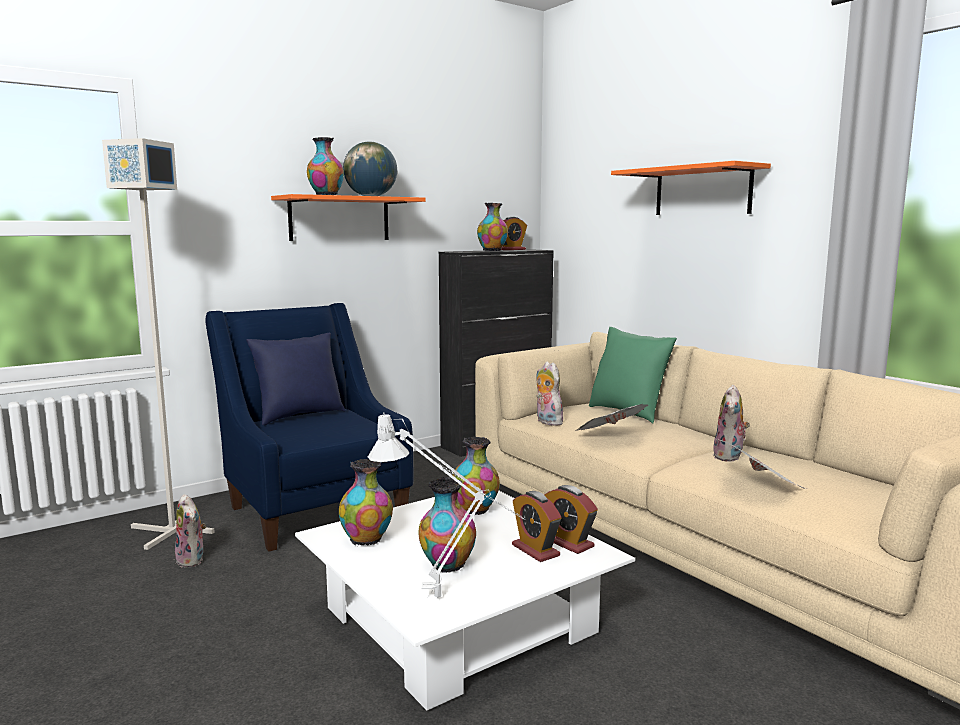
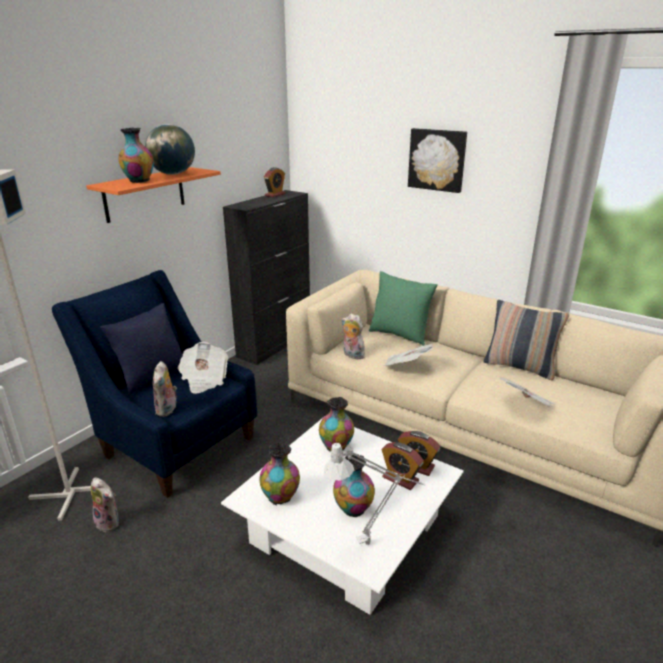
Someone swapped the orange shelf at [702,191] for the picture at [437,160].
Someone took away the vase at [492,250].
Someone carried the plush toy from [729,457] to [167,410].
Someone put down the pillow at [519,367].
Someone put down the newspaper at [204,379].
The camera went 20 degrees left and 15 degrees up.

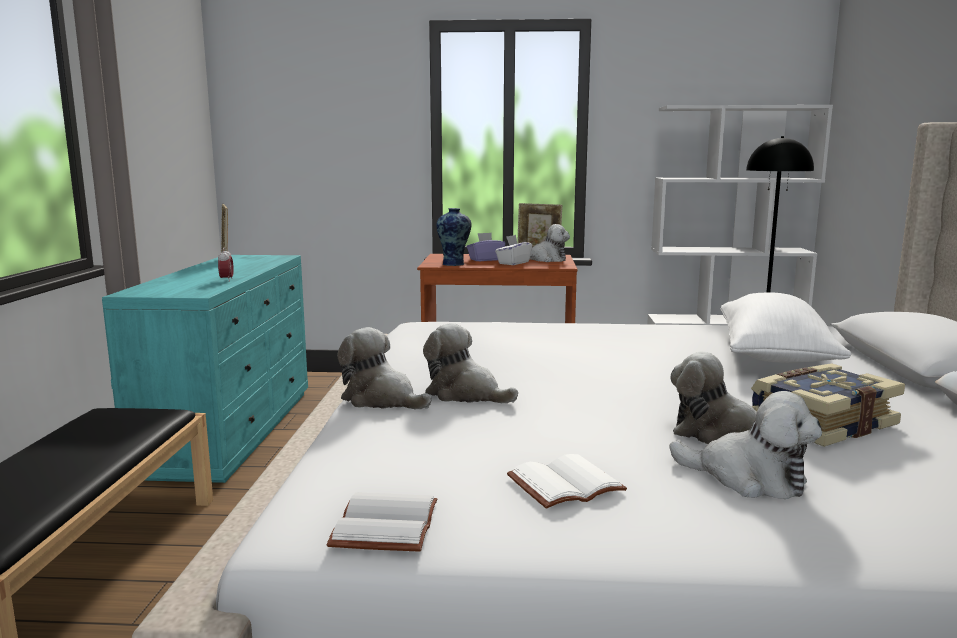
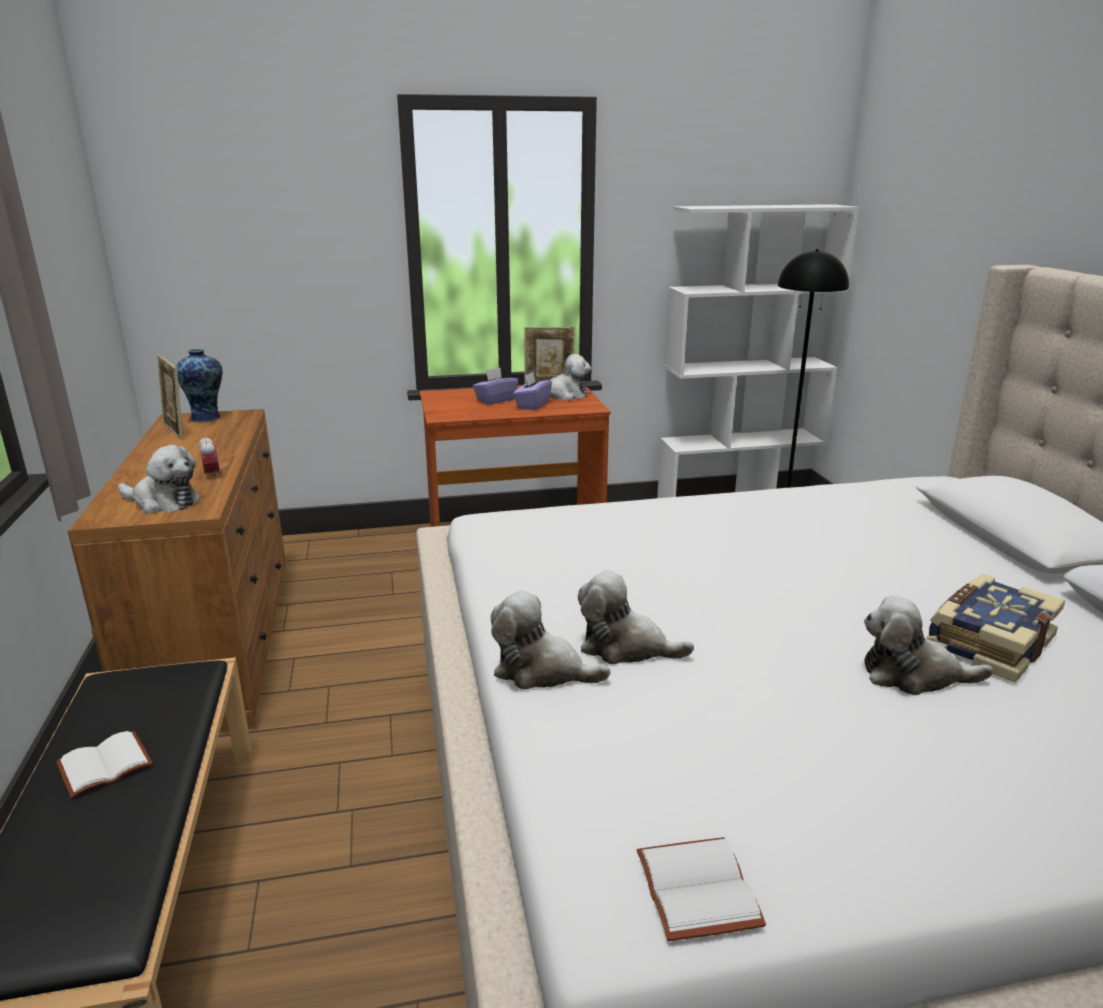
Someone carried the vase from [454,264] to [207,418].
Someone repainted the white tissue box at [513,263], which became the purple tissue box at [532,405].
Someone repainted the turquoise dresser at [231,430], which became the brown dresser at [219,641].
Someone took away the white pillow at [774,355].
Someone carried the plush toy from [748,478] to [163,502].
Someone carried the white book from [565,483] to [106,764].
The camera went 15 degrees left and 10 degrees up.

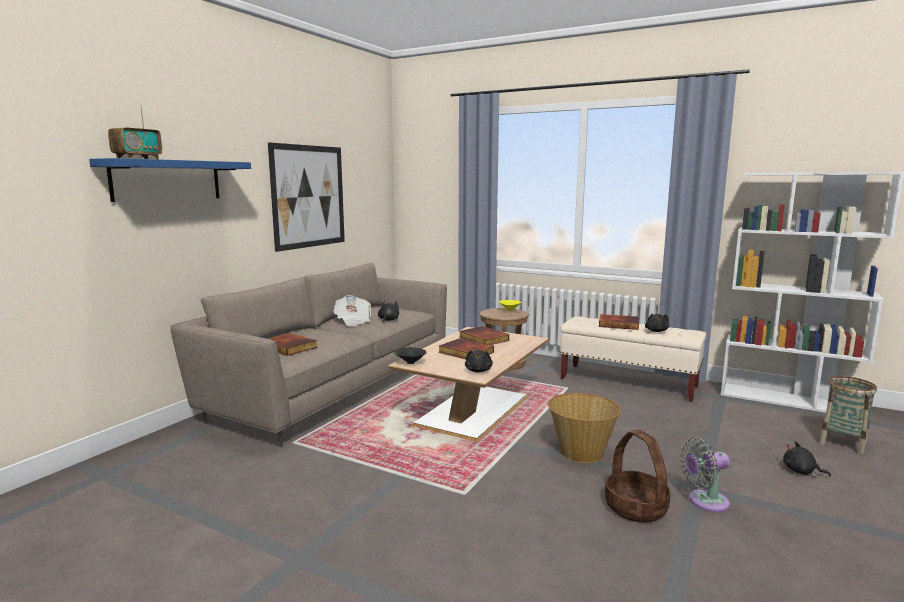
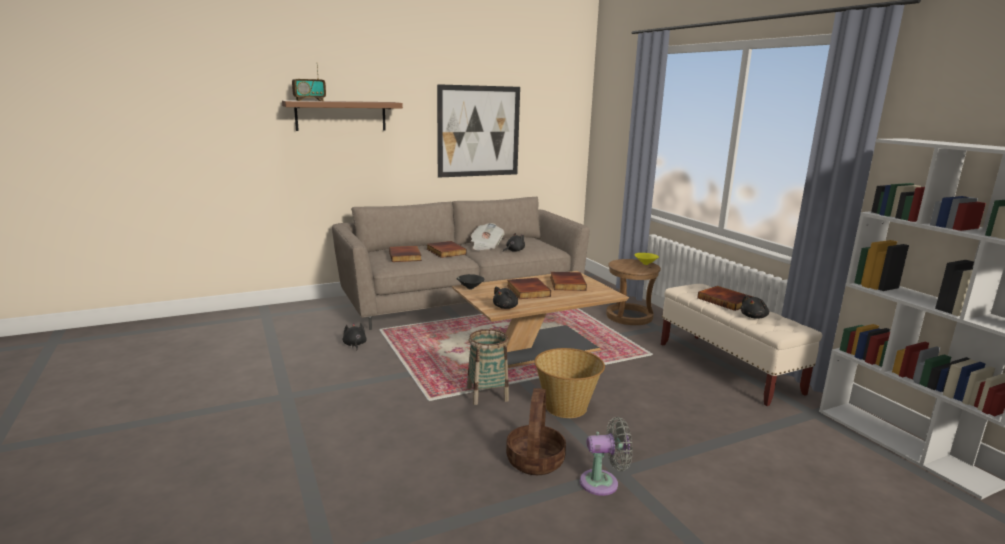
Someone repainted the blue shelf at [167,180], which became the brown shelf at [341,116].
Someone carried the basket from [843,443] to [487,394].
Someone rotated the grey fan at [704,502] by 150 degrees clockwise.
Someone carried the black plush toy from [801,471] to [354,345].
Someone put down the book at [445,251].
The camera went 35 degrees right and 5 degrees up.

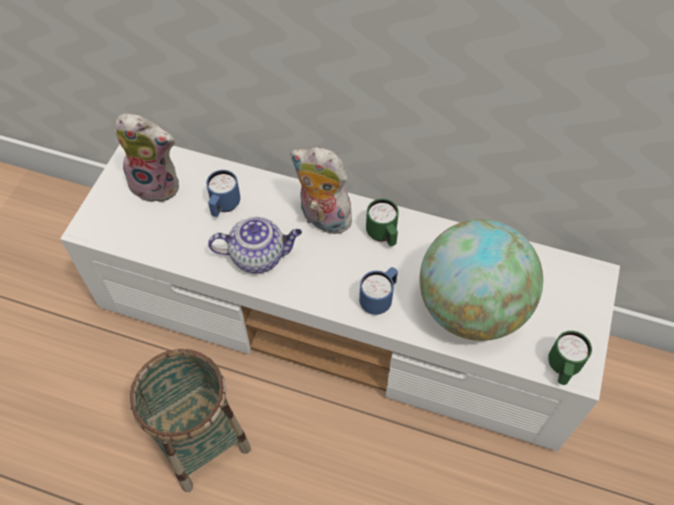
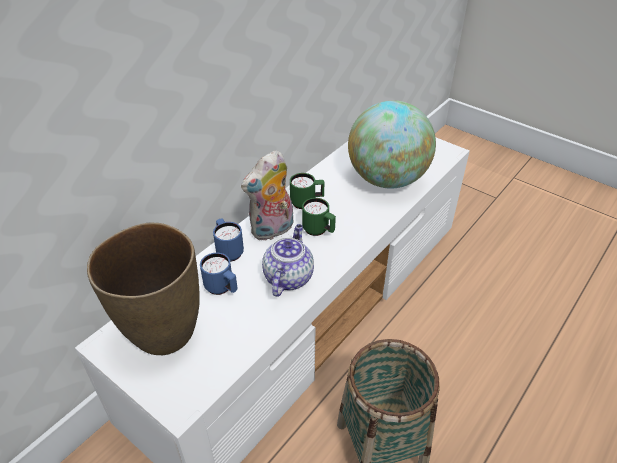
Someone swapped the plush toy at [158,184] for the brown vase at [163,333].
Someone carried the blue mug from [379,299] to [228,251].
Someone carried the green mug from [562,368] to [319,231].
The camera went 70 degrees left and 15 degrees down.

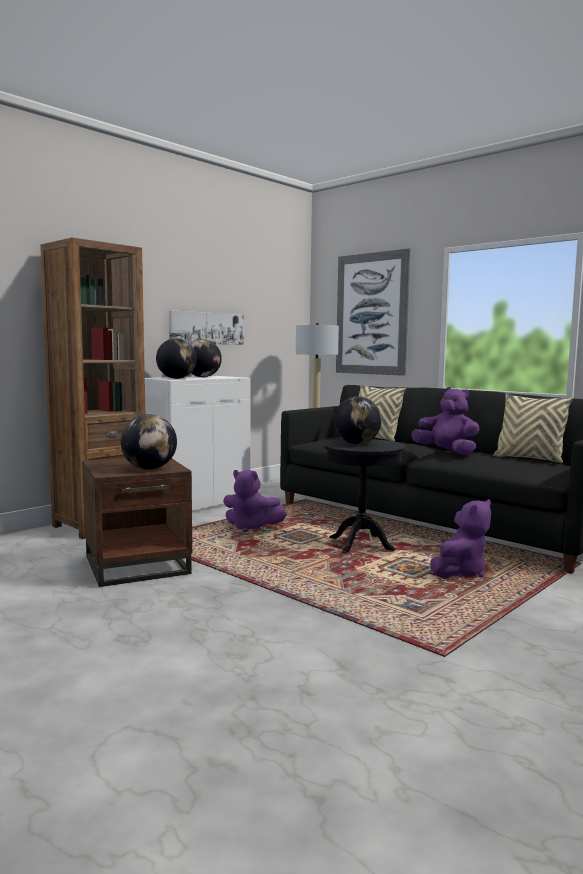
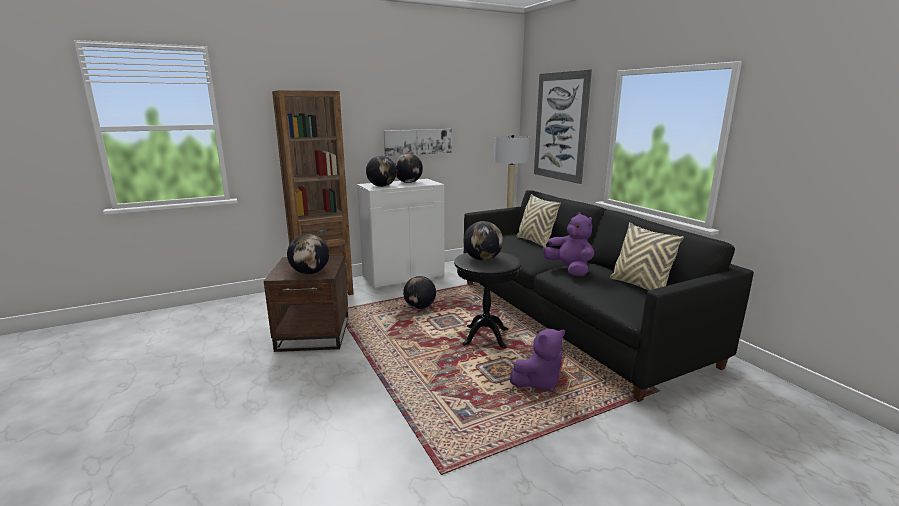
Someone swapped the purple plush toy at [251,528] for the globe at [420,307].
The camera went 20 degrees right and 10 degrees up.

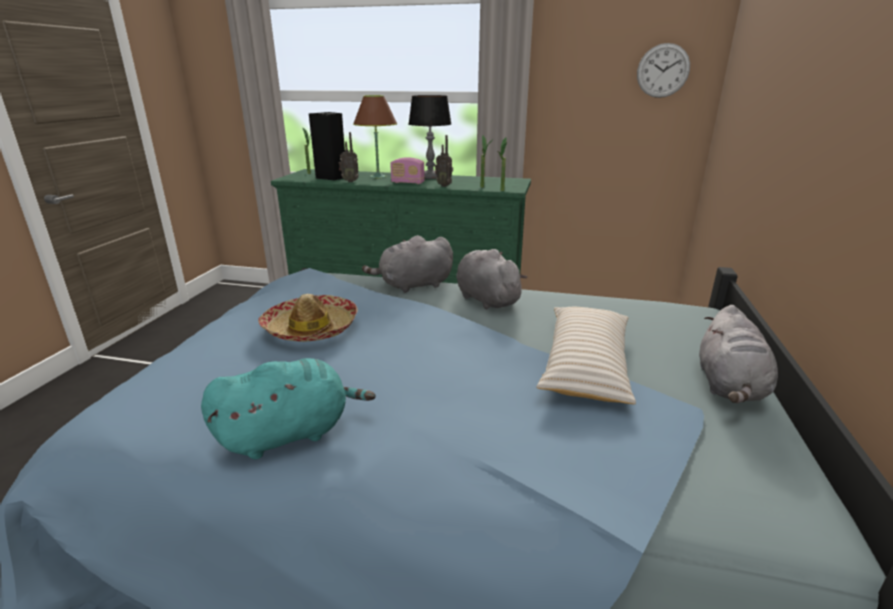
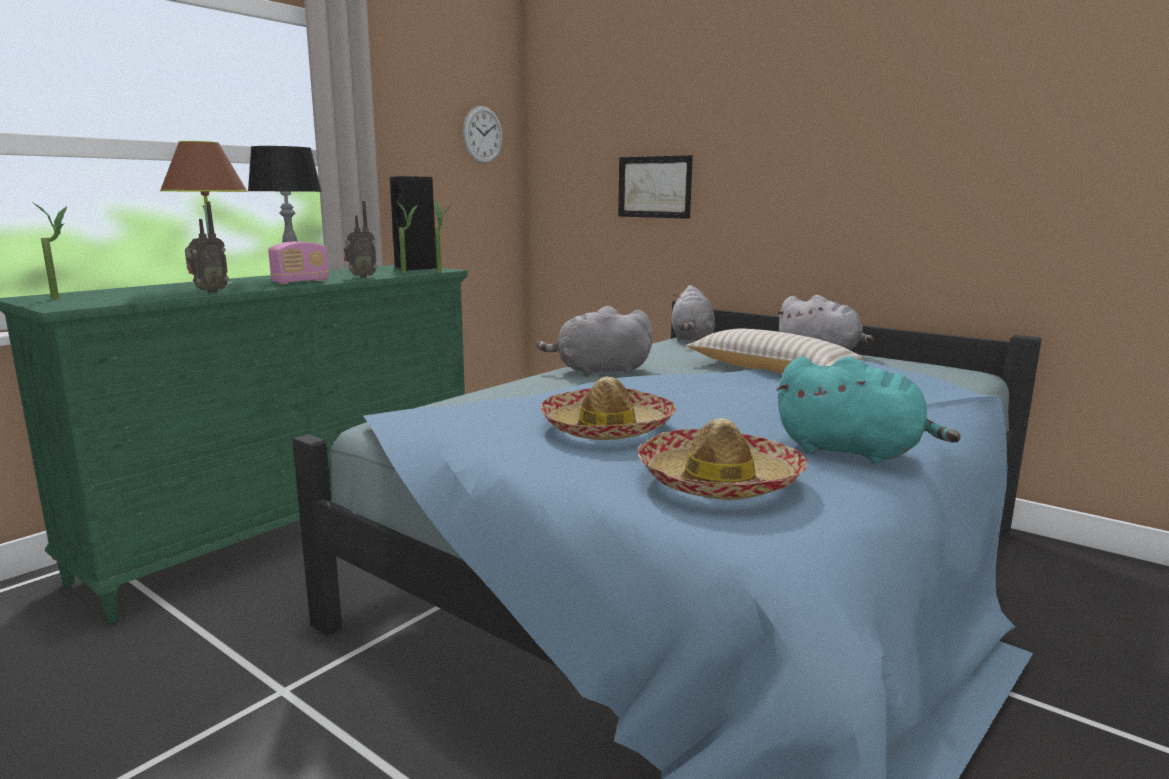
Someone carried the black speaker from [332,177] to [416,268].
Someone carried the grey plush toy from [413,285] to [692,338].
Someone rotated the turquoise plush toy at [290,433] by 120 degrees clockwise.
Someone put up the picture at [654,187].
Someone put down the hat at [719,481].
The camera went 65 degrees left and 10 degrees down.

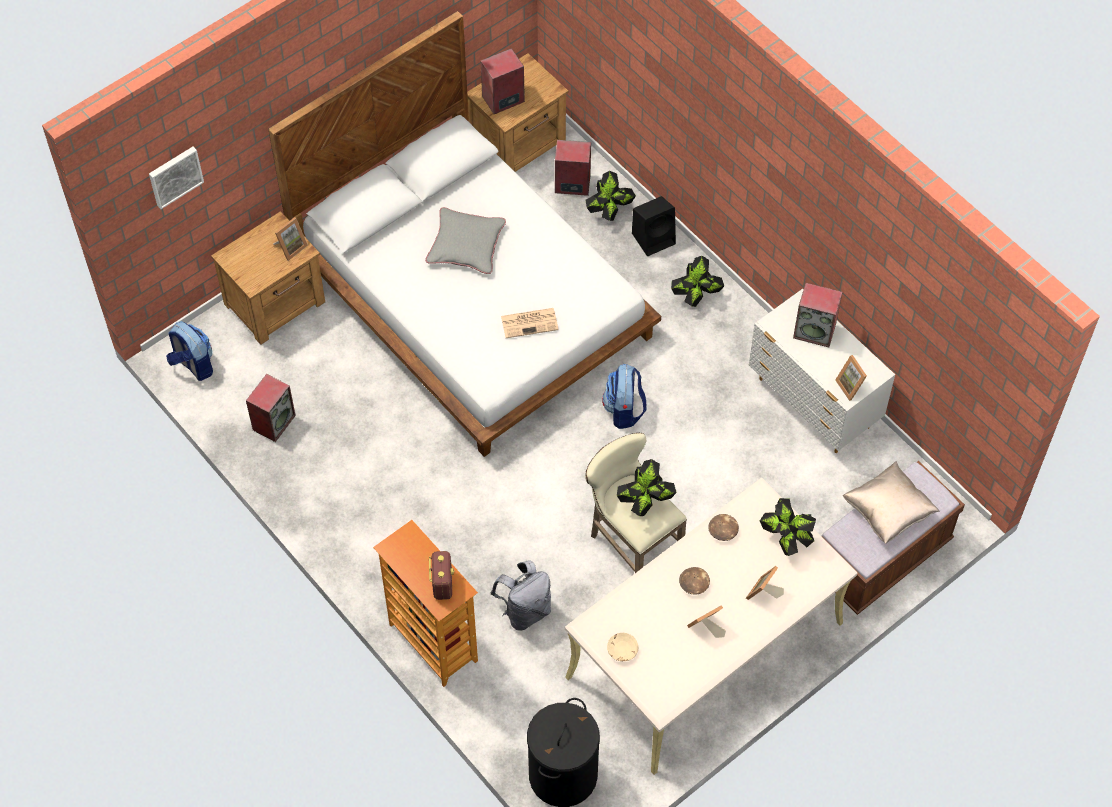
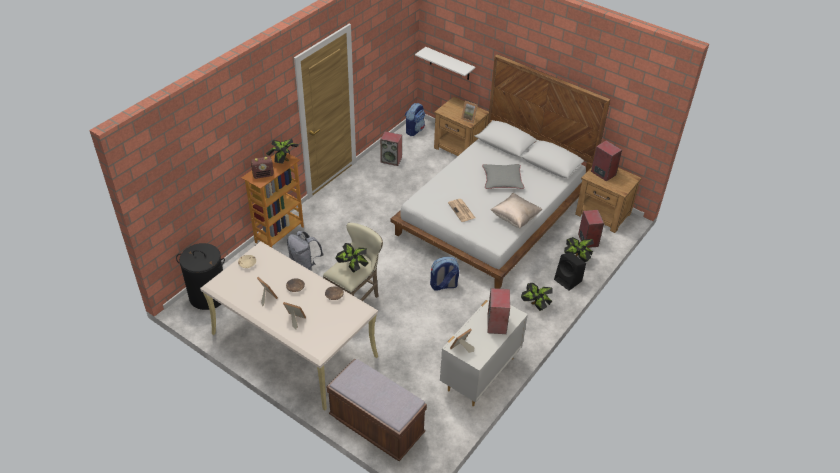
Someone took away the picture at [175,176].
Someone carried the beige pillow from [888,512] to [515,218].
Someone carried the potted plant from [786,539] to [283,161].
Someone put up the white shelf at [449,64].
The camera went 75 degrees right and 15 degrees down.

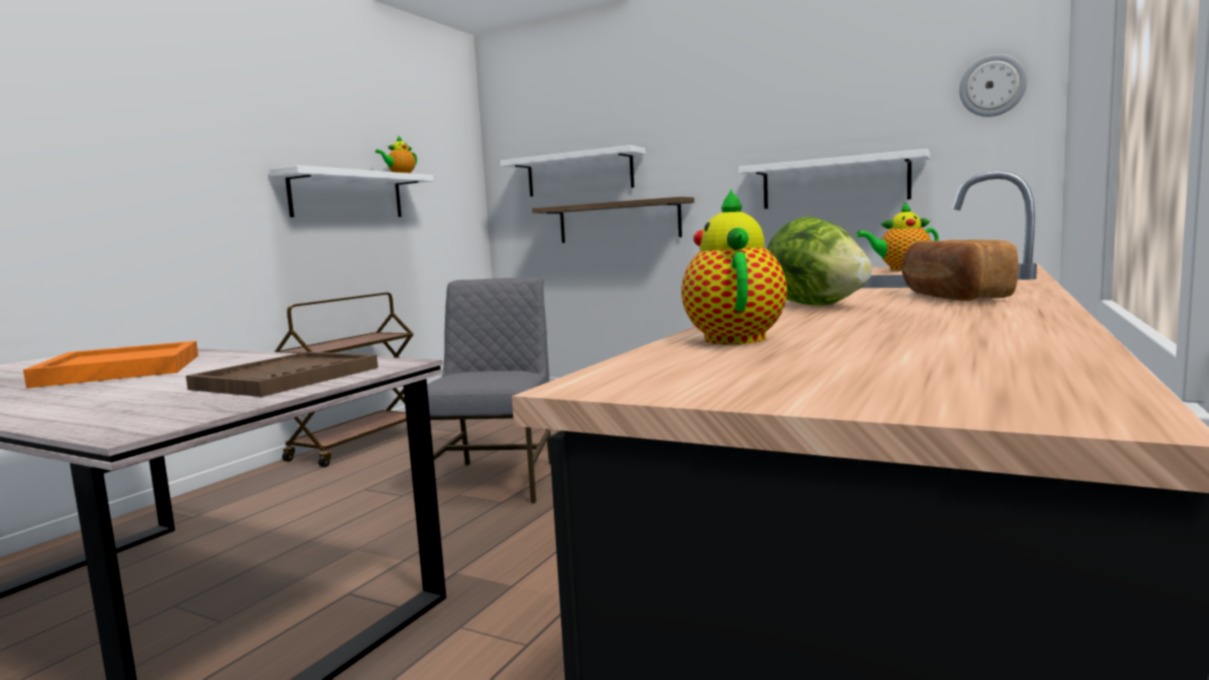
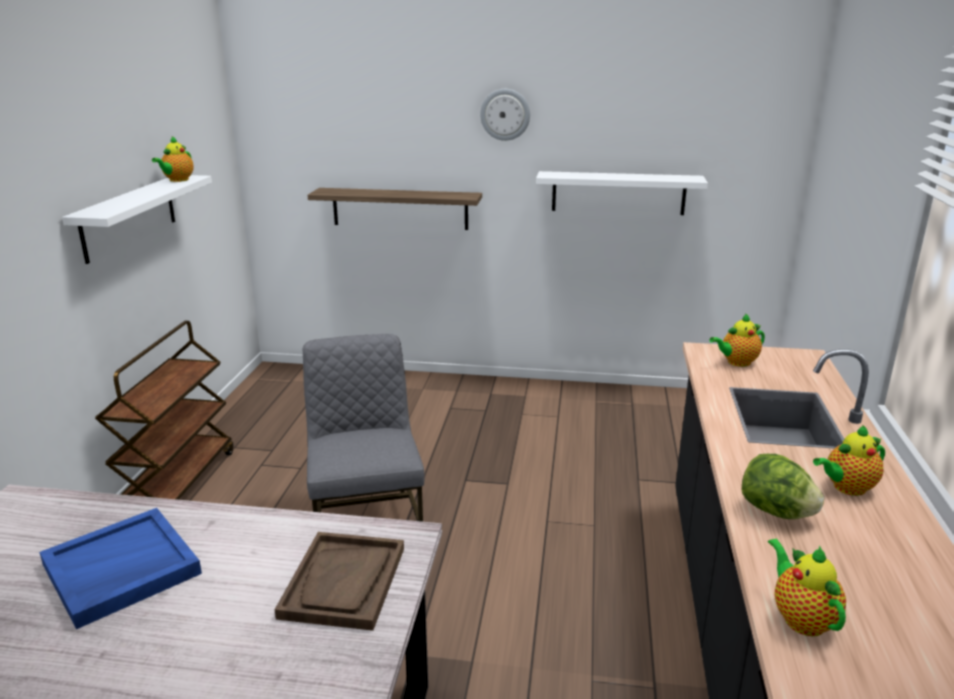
Someone carried the wall clock from [992,85] to [505,114].
Someone took away the white shelf at [579,173].
Someone swapped the bread at [950,296] for the teapot at [846,488].
Someone repainted the orange tray at [119,370], which became the blue tray at [120,570].
The camera went 20 degrees left and 15 degrees up.

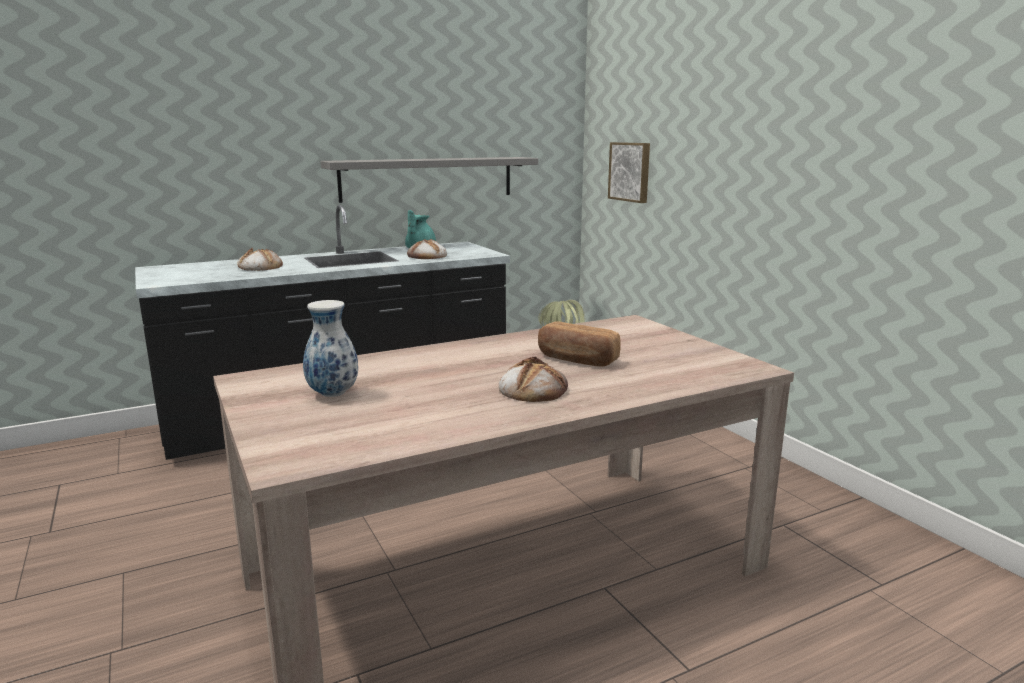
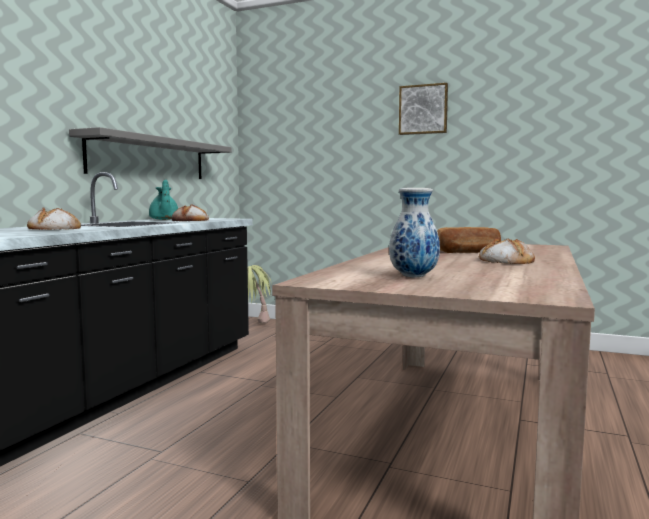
Someone carried the picture from [630,171] to [423,109].
The camera went 40 degrees left and 10 degrees down.

